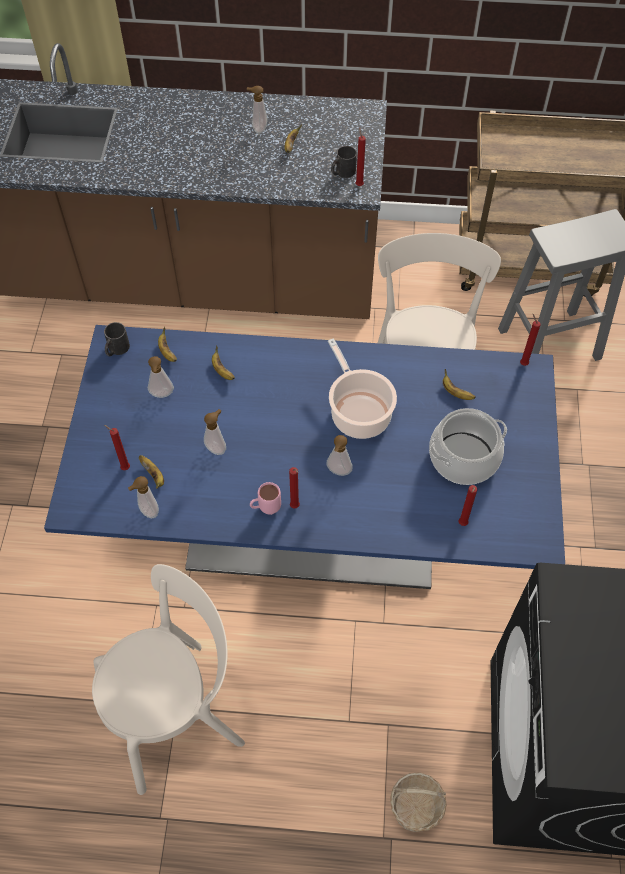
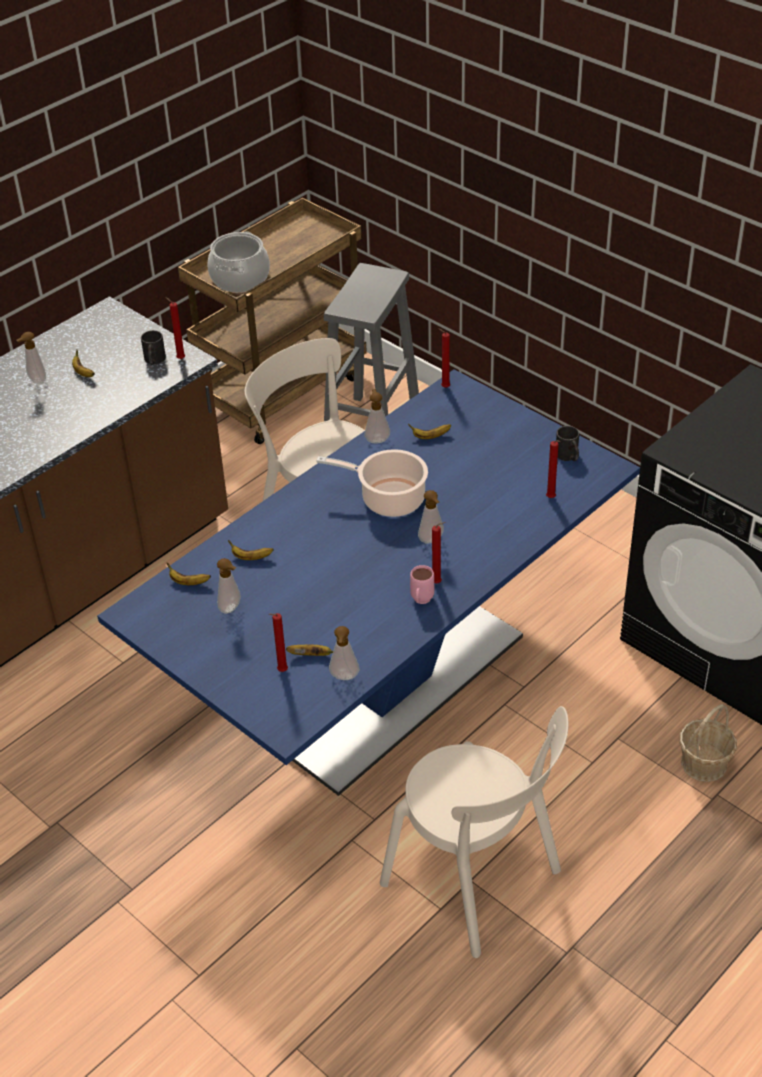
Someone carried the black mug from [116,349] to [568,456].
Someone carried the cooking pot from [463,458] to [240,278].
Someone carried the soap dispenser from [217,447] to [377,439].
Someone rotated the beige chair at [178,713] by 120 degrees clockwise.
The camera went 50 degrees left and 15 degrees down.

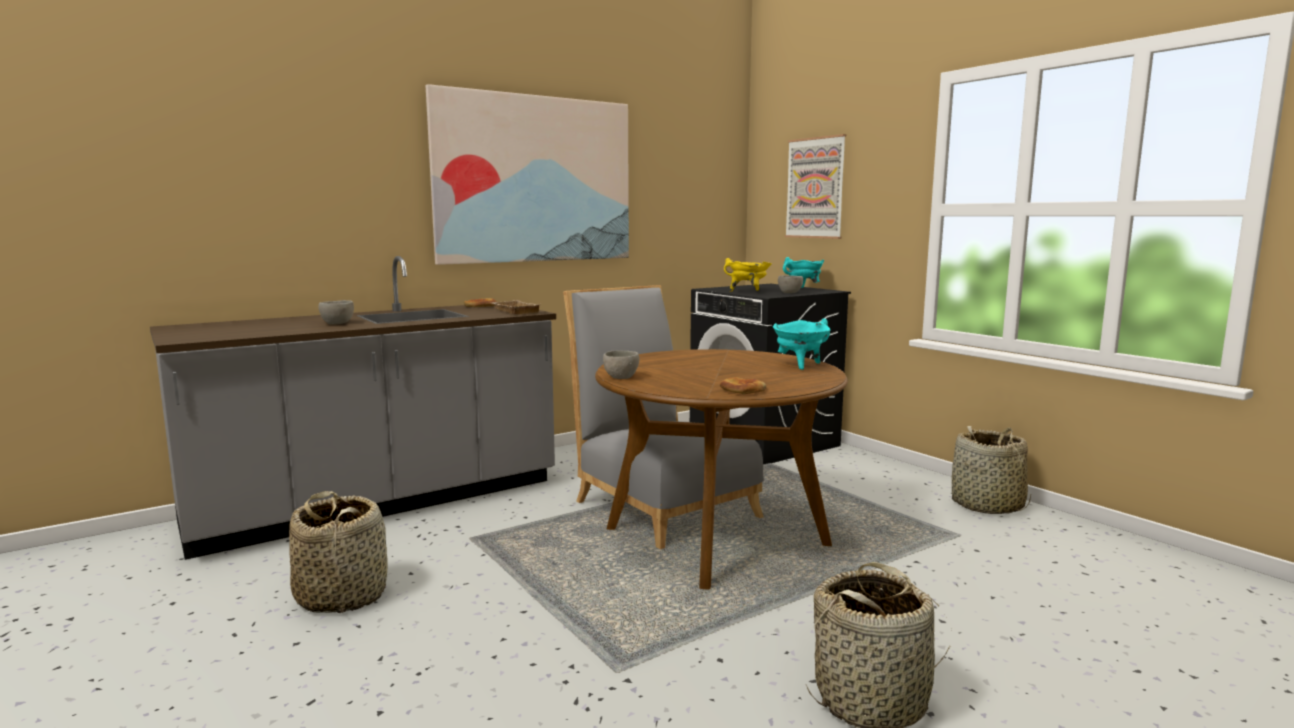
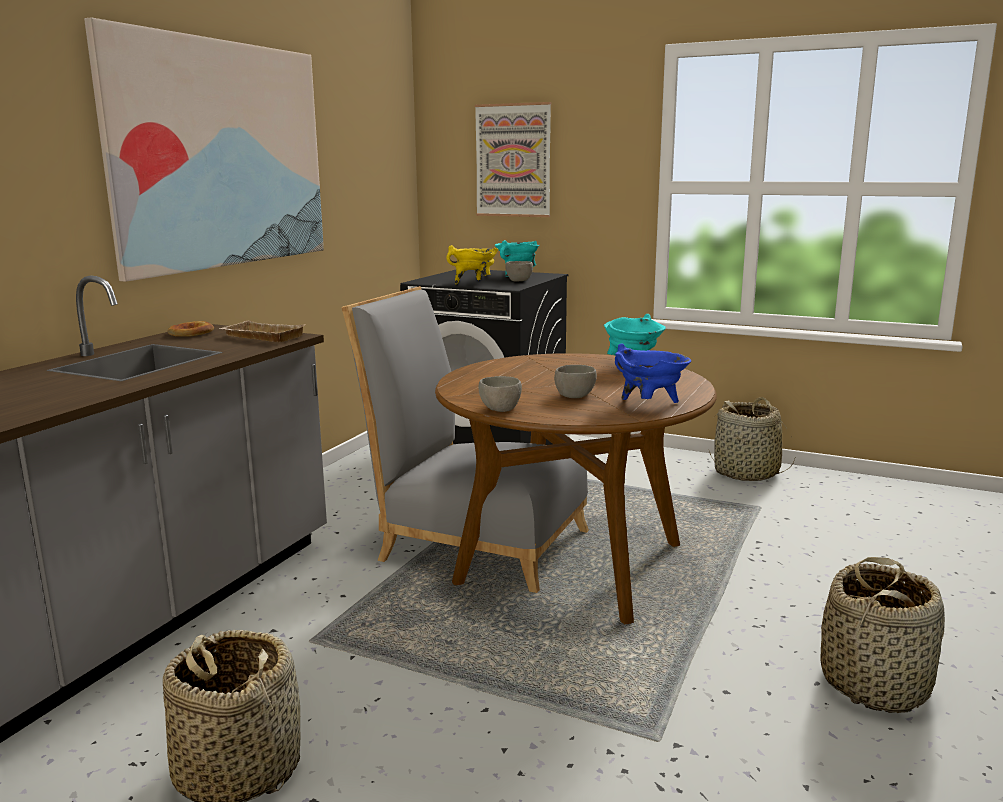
Someone carried the grey bowl from [338,323] to [574,395].
Someone swapped the bread at [743,390] for the blue cooking pot at [649,405].
The camera went 30 degrees left and 5 degrees up.

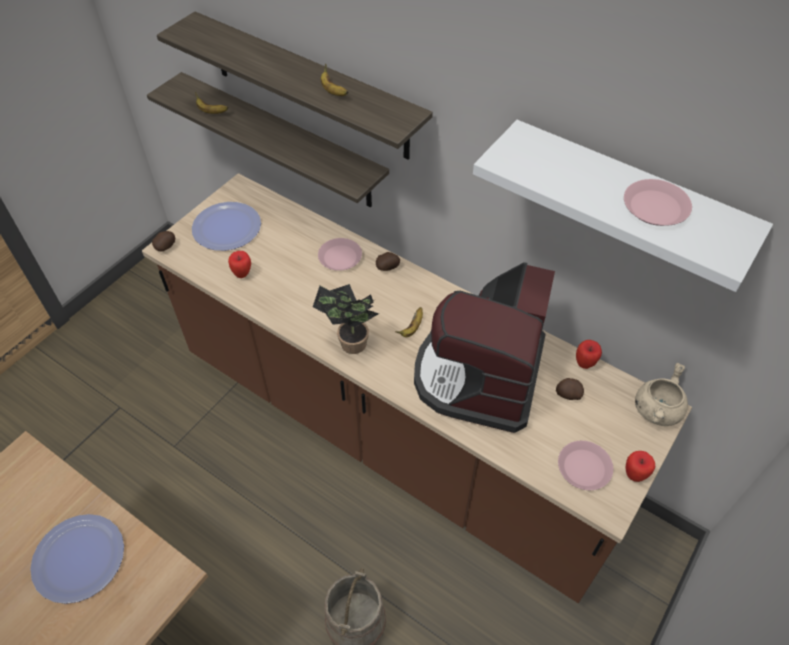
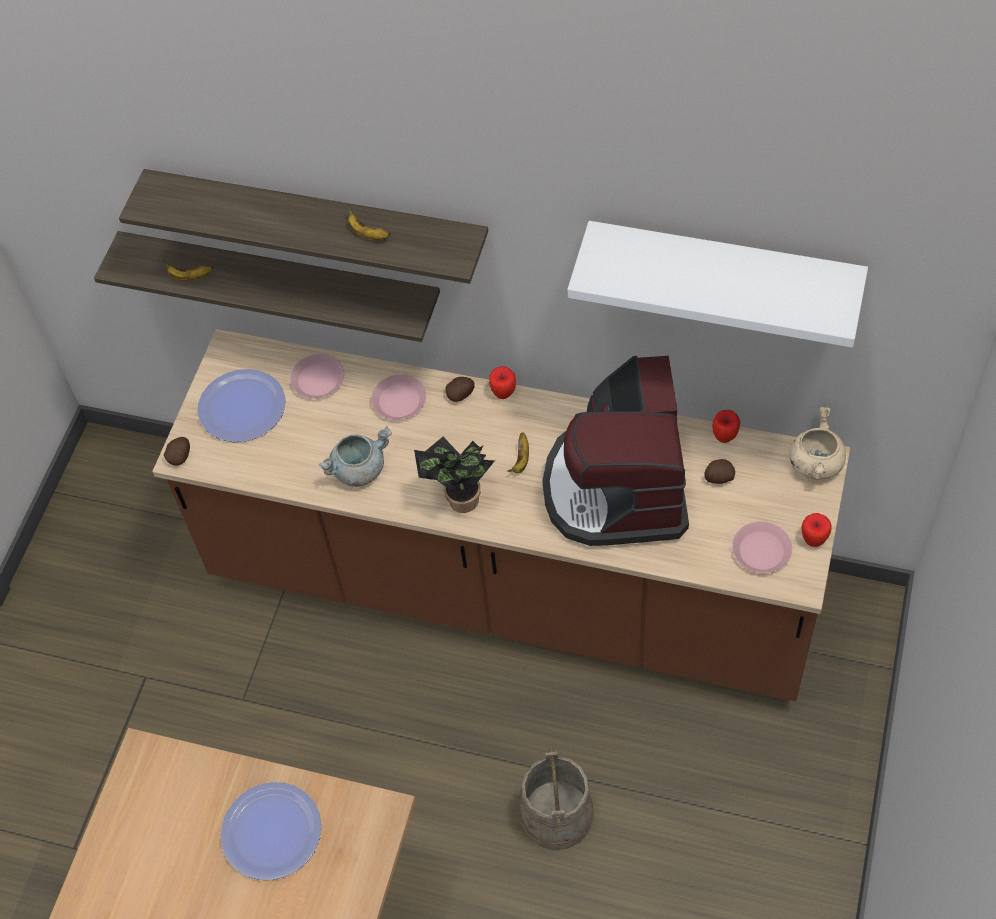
Someone carried the pink plate from [654,208] to [317,380].
Someone carried the apple from [242,274] to [503,393].
Someone put down the grey cooking pot at [359,469].
The camera went 15 degrees left and 5 degrees up.

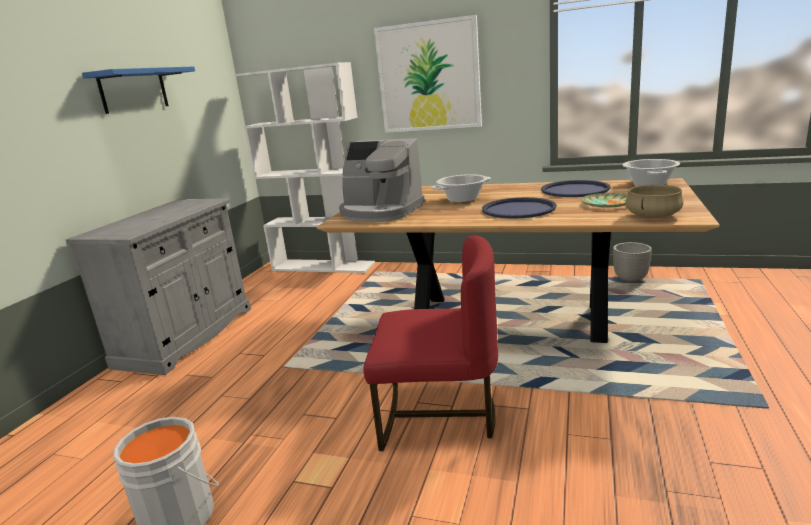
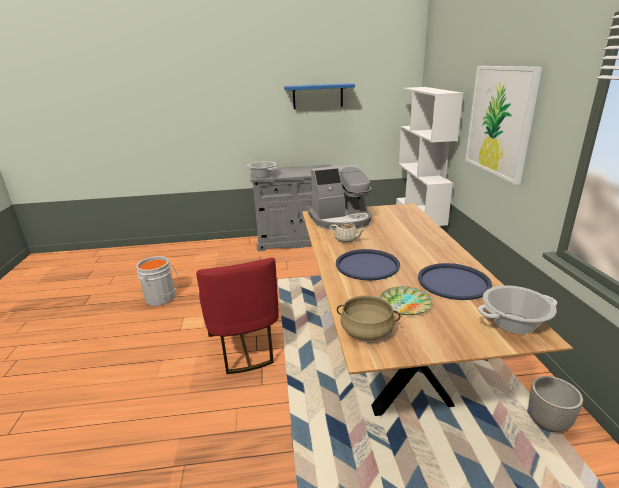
Someone rotated the coffee machine at [380,212] by 105 degrees counterclockwise.
Someone carried the cooking pot from [462,199] to [262,175].
Someone put down the beige teapot at [346,239].
The camera went 65 degrees right and 5 degrees up.

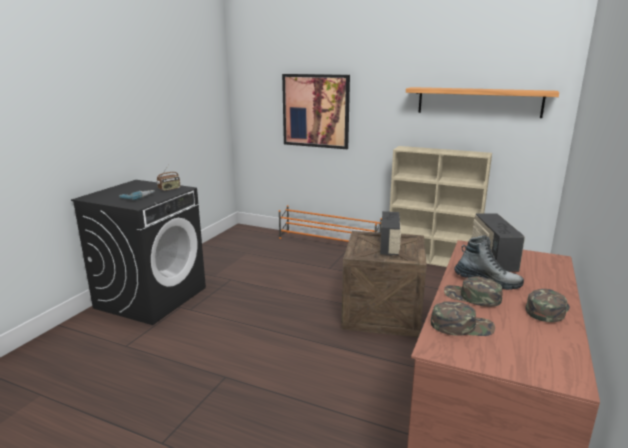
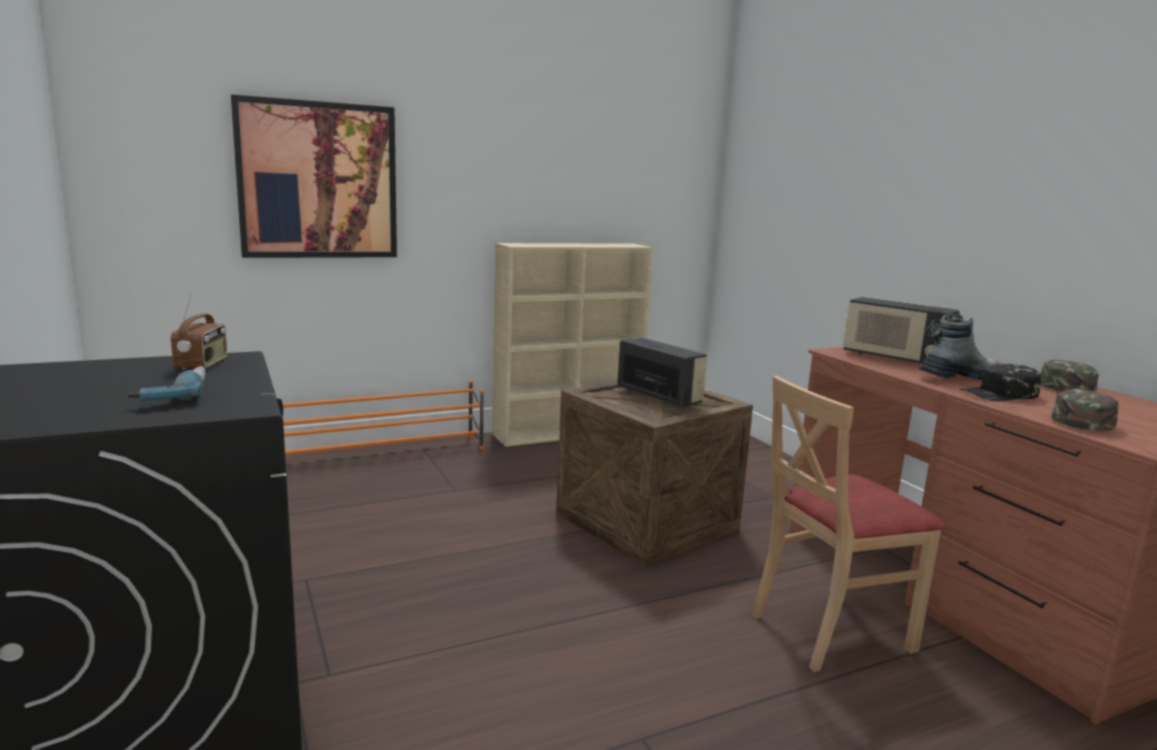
Someone took away the shelf at [478,102].
Someone repainted the green cap at [472,297], which became the black cap at [1000,394].
Someone put down the beige chair at [829,629].
The camera went 50 degrees left and 5 degrees down.

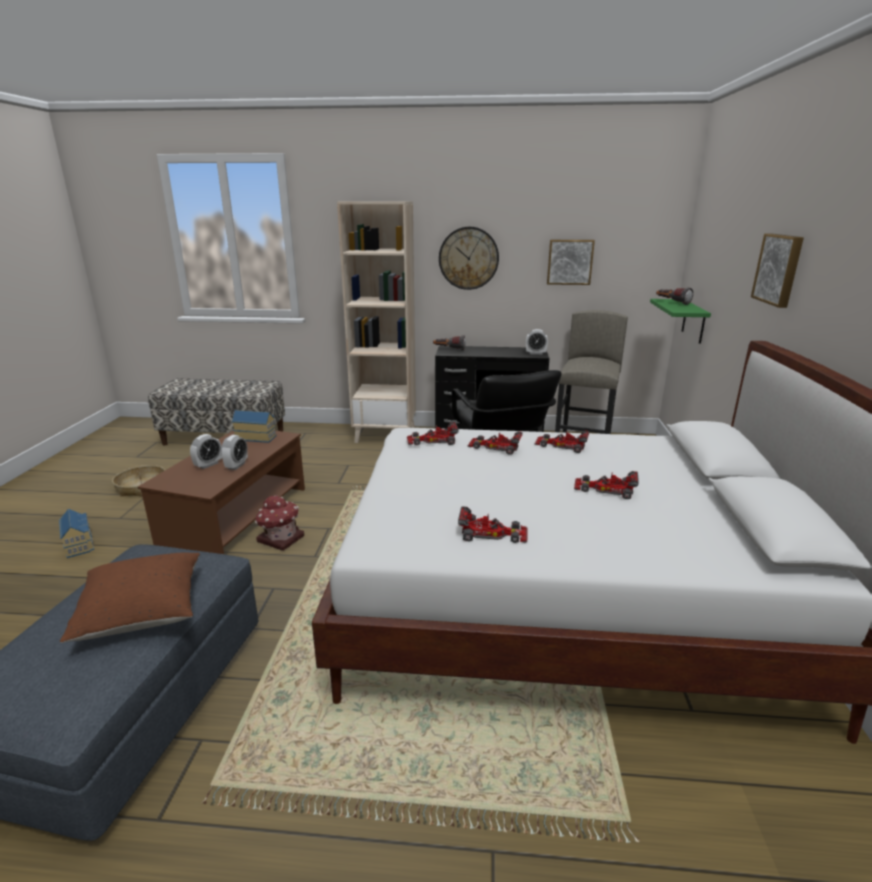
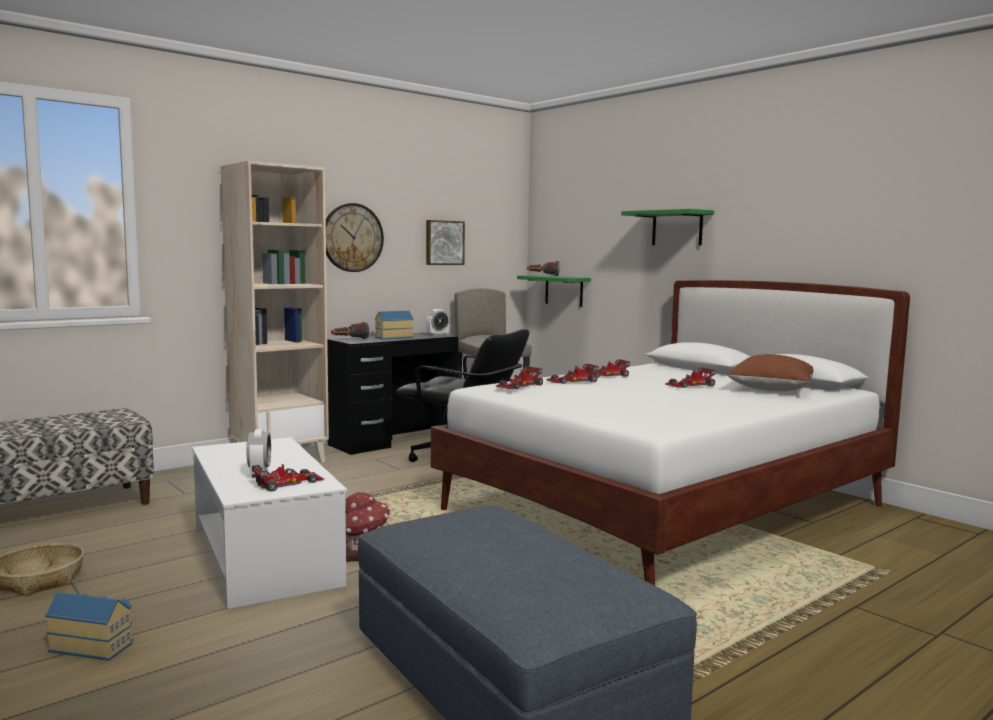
Someone swapped the picture at [779,269] for the green shelf at [677,228].
Someone carried the toy house from [256,437] to [392,337].
Someone repainted the brown coffee table at [237,516], which became the white coffee table at [264,556].
Someone took away the alarm clock at [236,465].
Someone carried the toy car from [492,533] to [288,482].
Someone carried the brown pillow from [142,612] to [771,389].
The camera went 45 degrees left and 15 degrees down.

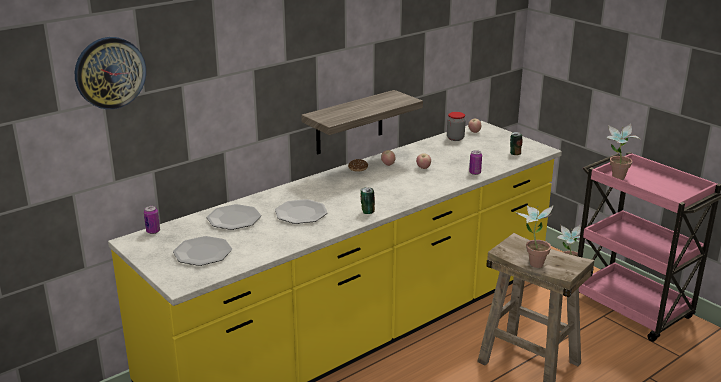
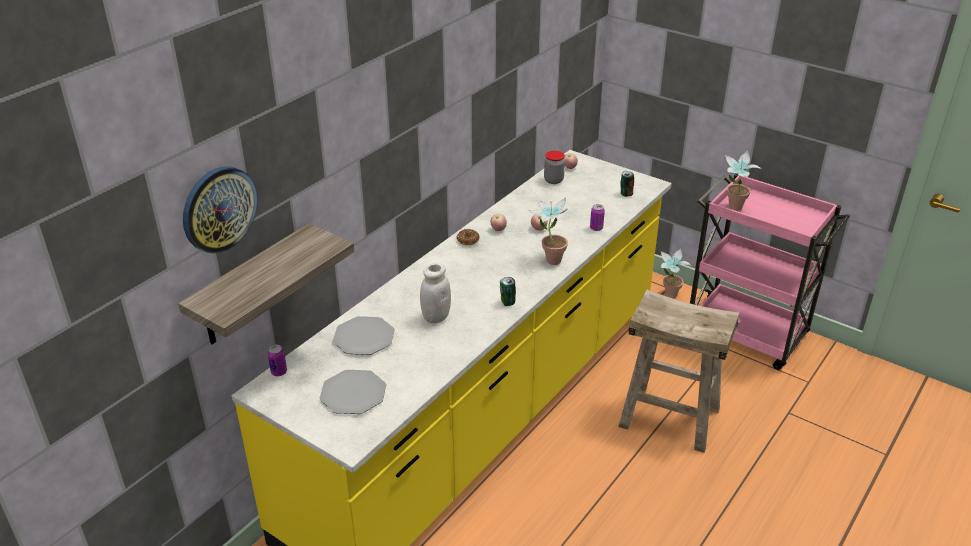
Someone carried the shelf from [349,123] to [251,287].
Someone swapped the plate at [301,213] for the white jar at [436,317].
Someone carried the potted plant from [532,262] to [549,258].
The camera went 15 degrees left and 10 degrees up.

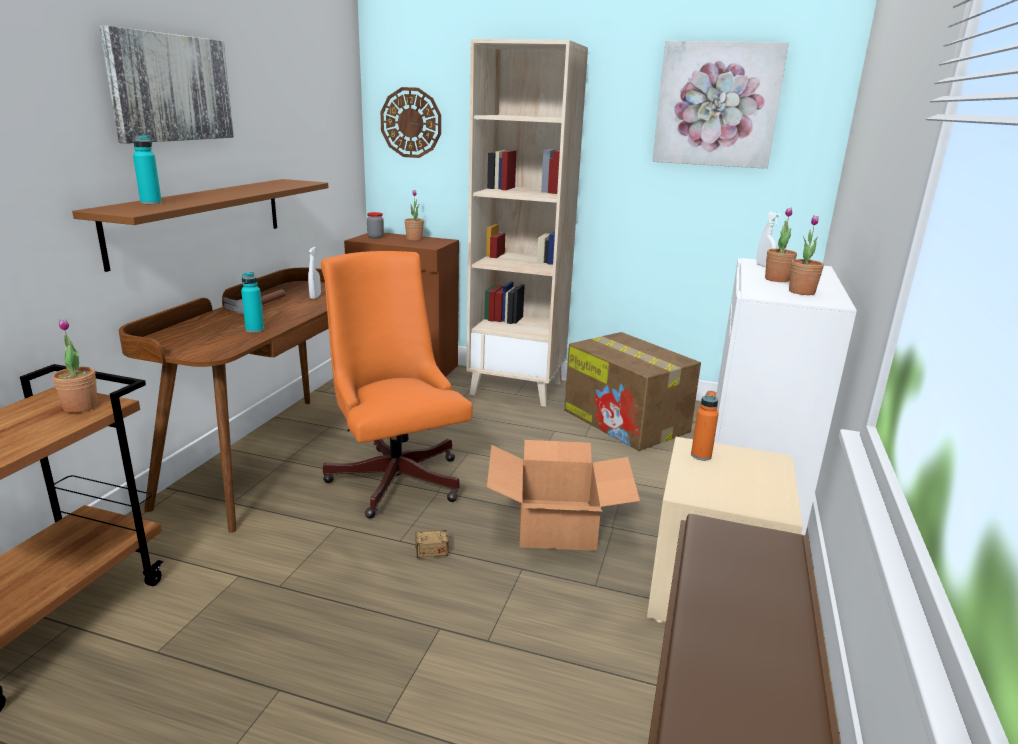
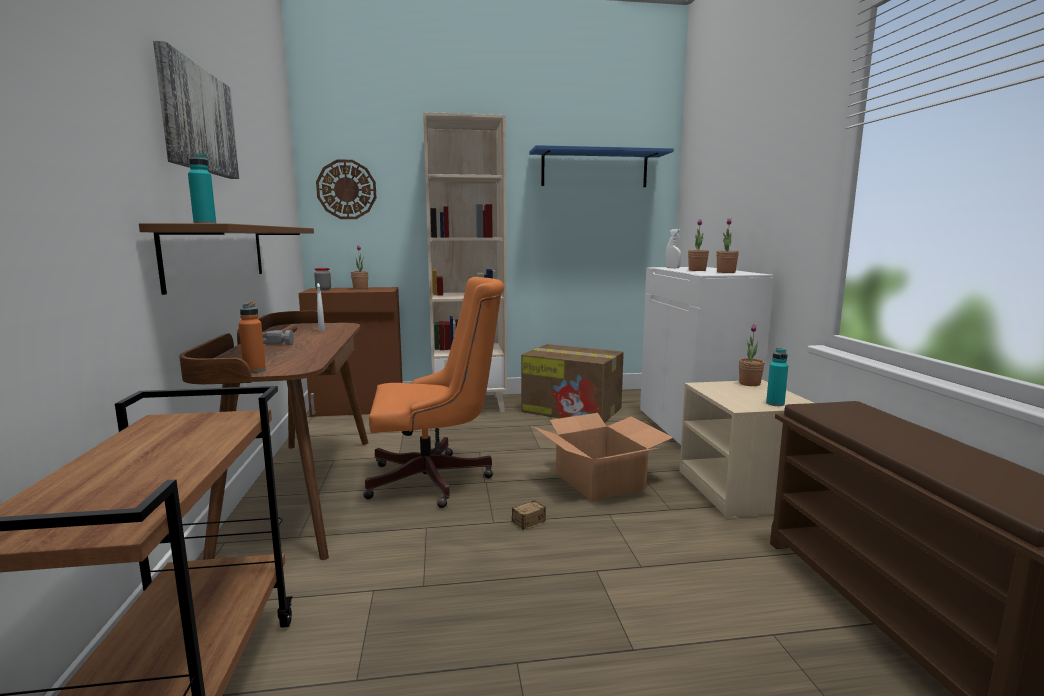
Someone swapped the picture at [717,105] for the blue shelf at [594,169].
Someone rotated the orange office chair at [395,475] by 135 degrees clockwise.
Someone carried the turquoise bottle from [254,330] to [775,404].
Someone carried the potted plant from [80,407] to [749,384].
Someone carried the orange bottle from [701,456] to [254,370].
The camera went 25 degrees left and 10 degrees down.

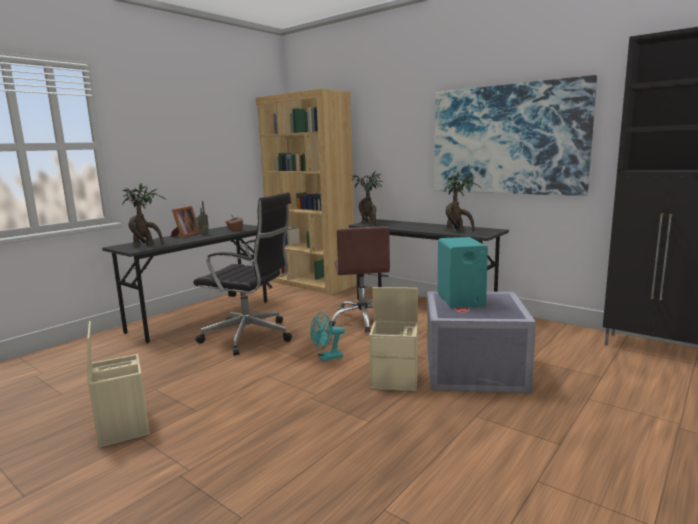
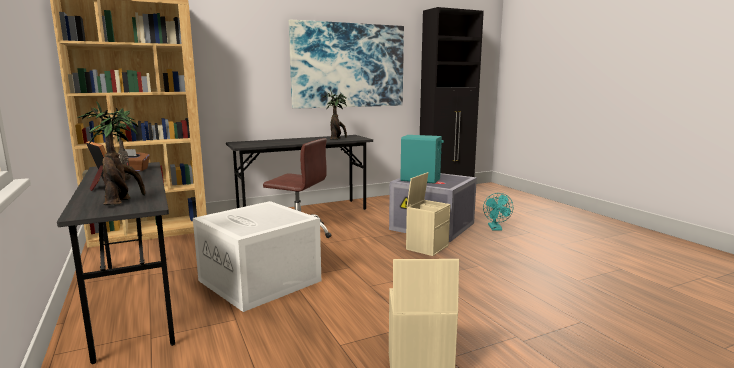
Someone took away the potted plant at [369,223].
Someone swapped the black office chair at [250,337] for the white storage box at [261,281].
Someone carried the turquoise fan from [327,358] to [496,228].
The camera went 65 degrees left and 0 degrees up.

